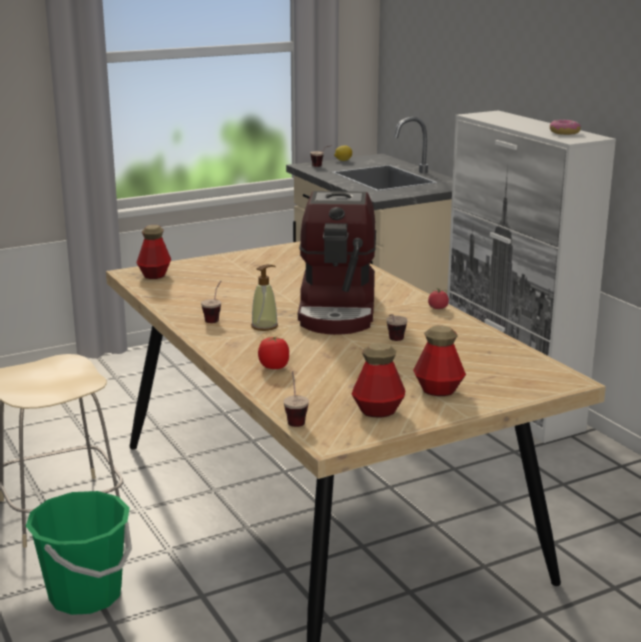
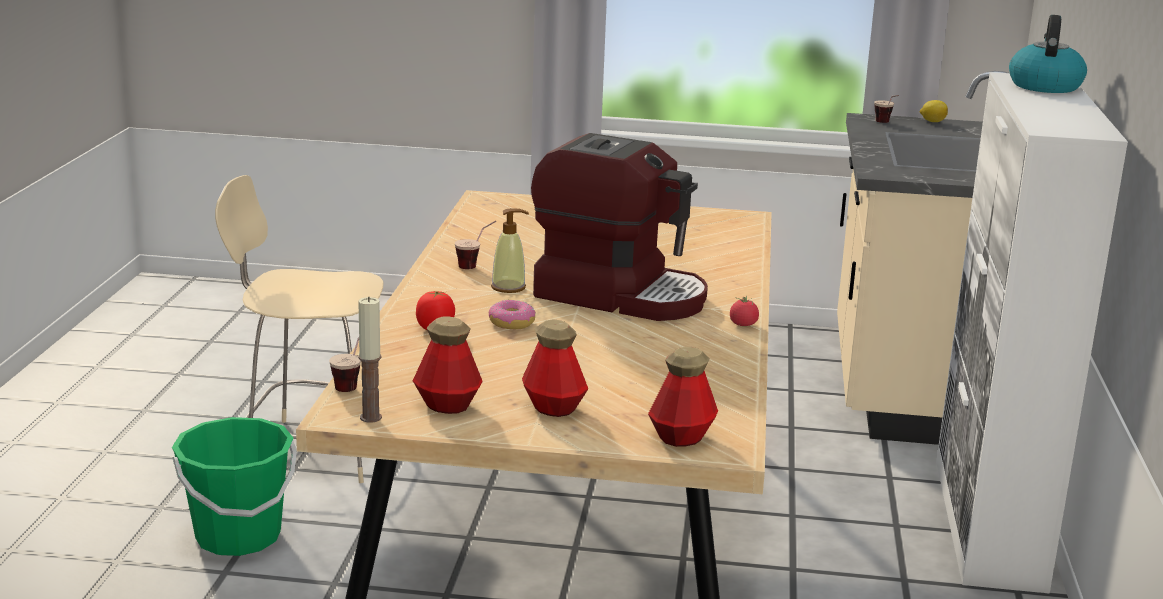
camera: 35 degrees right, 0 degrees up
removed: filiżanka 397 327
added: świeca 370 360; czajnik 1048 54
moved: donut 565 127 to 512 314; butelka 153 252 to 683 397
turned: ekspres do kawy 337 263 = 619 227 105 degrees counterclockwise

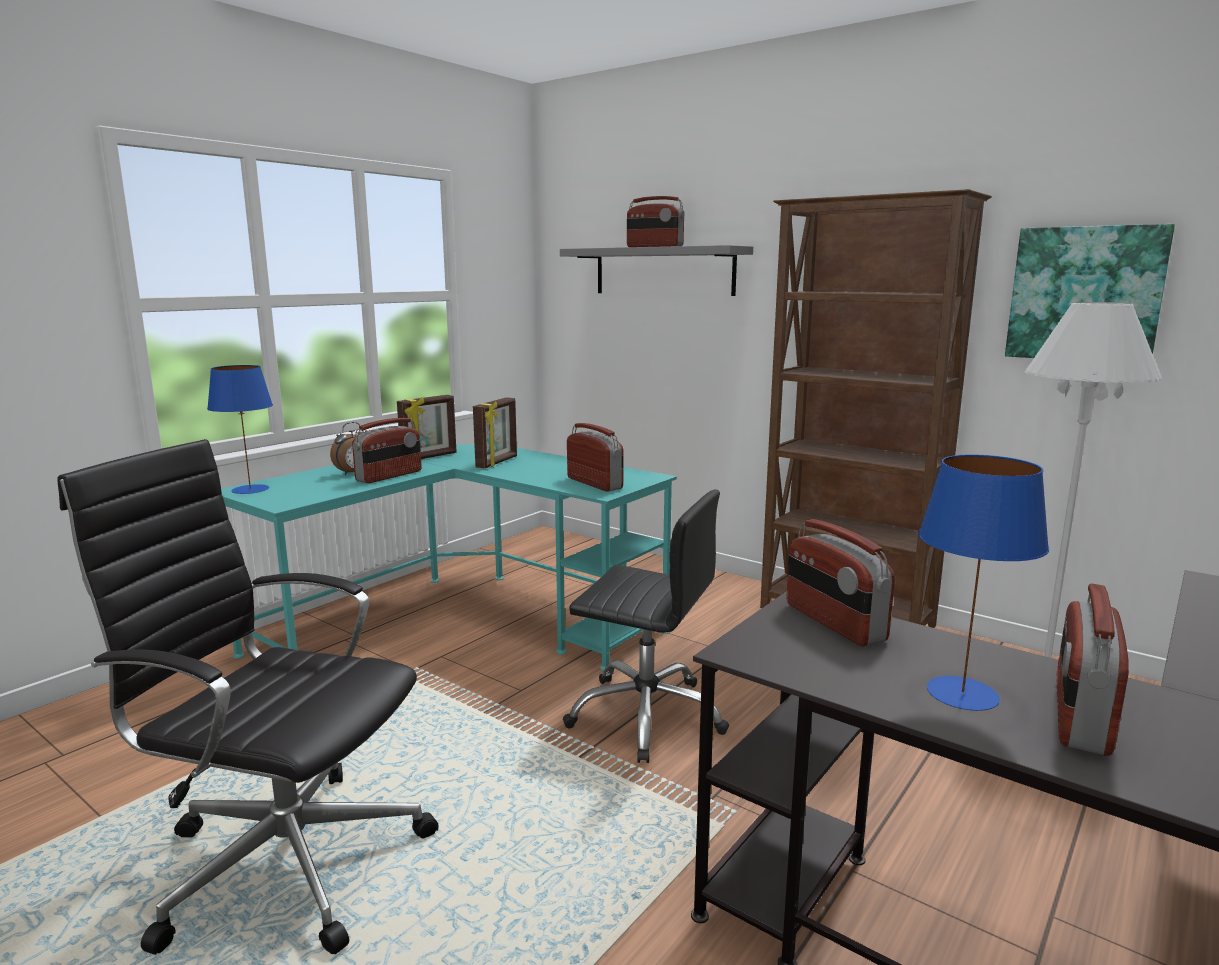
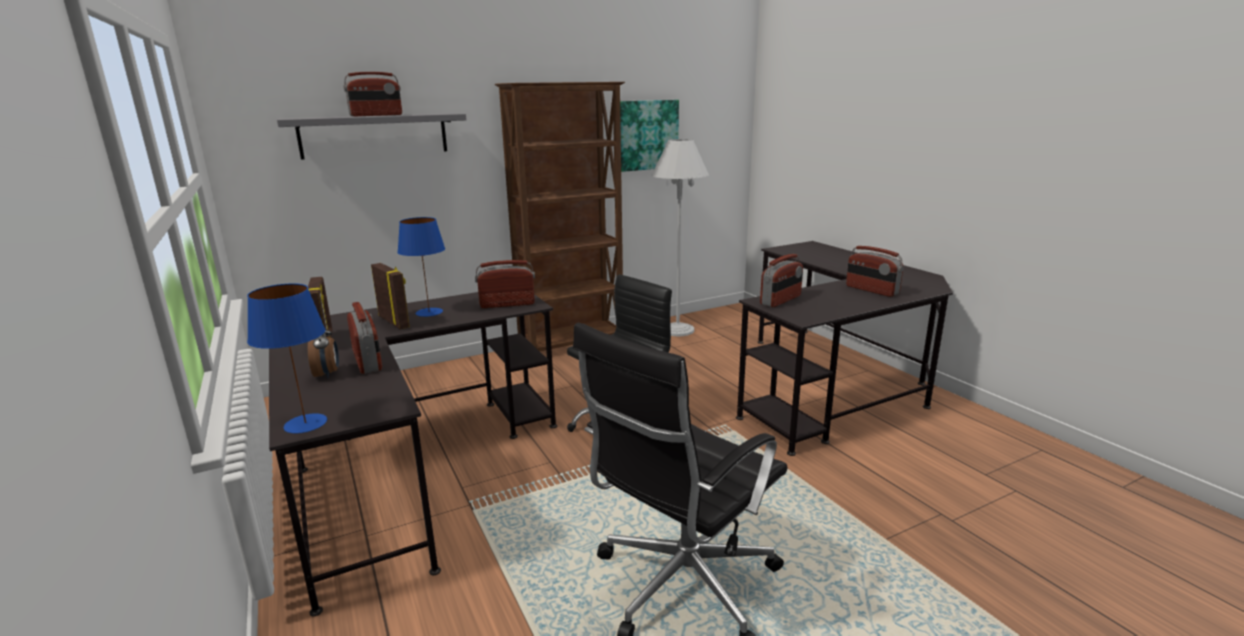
camera: 65 degrees left, 5 degrees up
moved: lampa stołowa [niebieski] 983 583 to 421 267
recoloured: biurko [turkusowy] 449 557 to biurko [czarny] 413 454
turned: radio 840 582 = 781 280 45 degrees counterclockwise

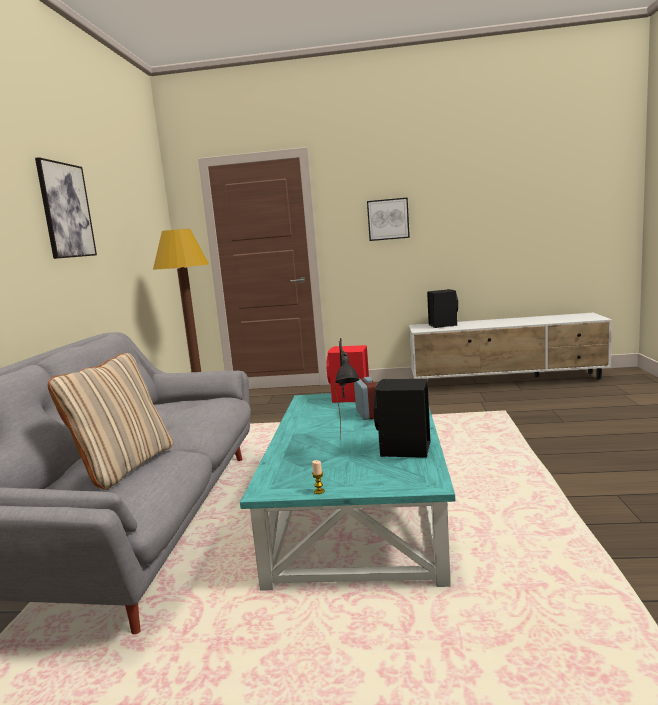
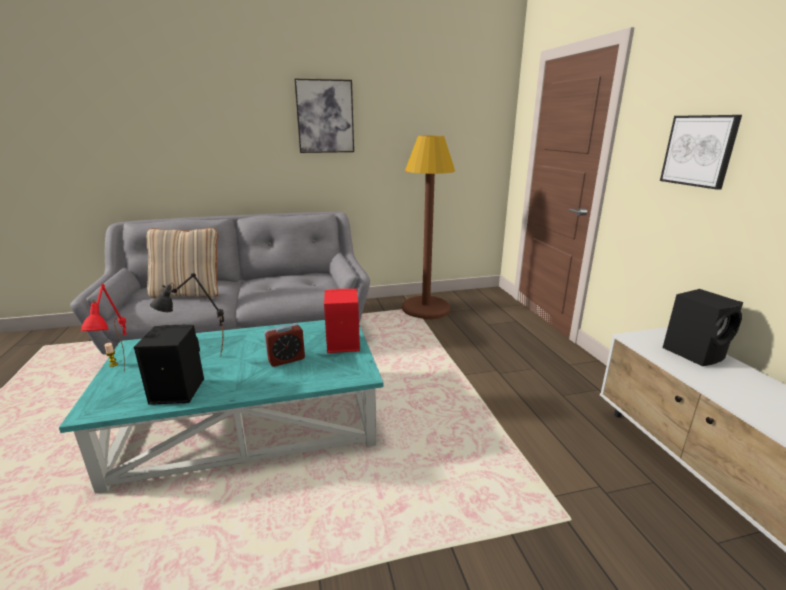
camera: 70 degrees right, 10 degrees up
added: lampa stołowa [czerwony] 104 328

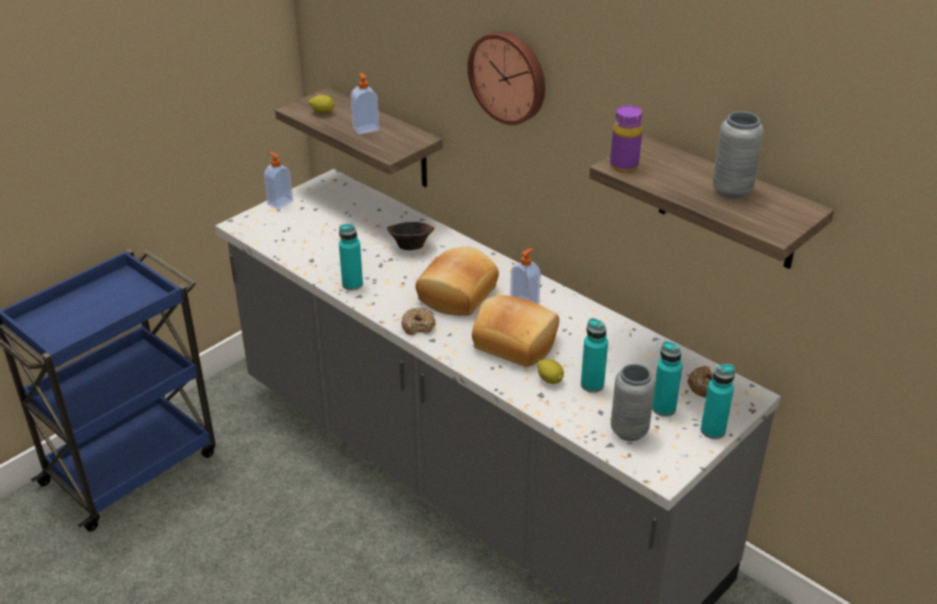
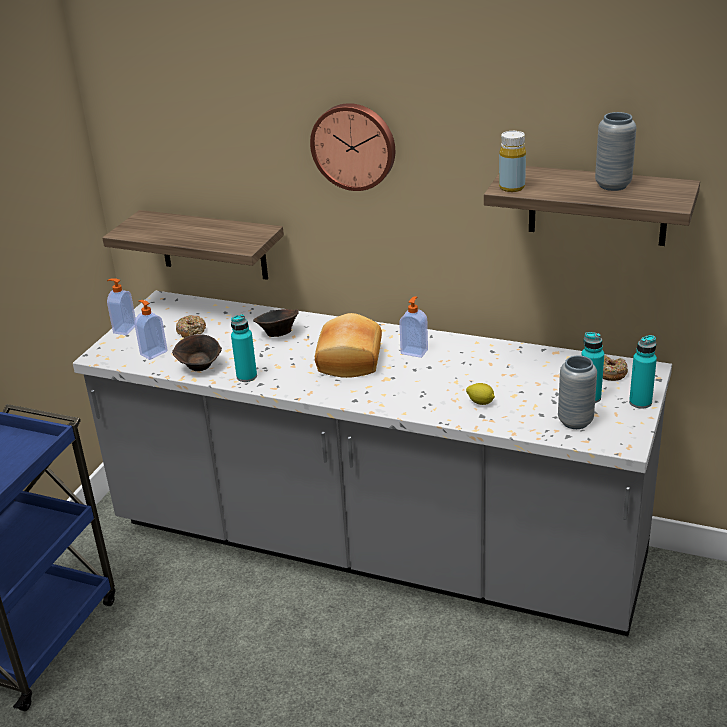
camera: 20 degrees left, 5 degrees down
removed: cytryna 322 104; chleb 515 331; butelka [turkusowy] 594 355
added: miska [brązowy] 197 352
moved: dozownik mydła 365 104 to 151 330; donut 418 321 to 191 326
recoloured: butelka [fioletowy] 626 139 to butelka [żółty] 512 161

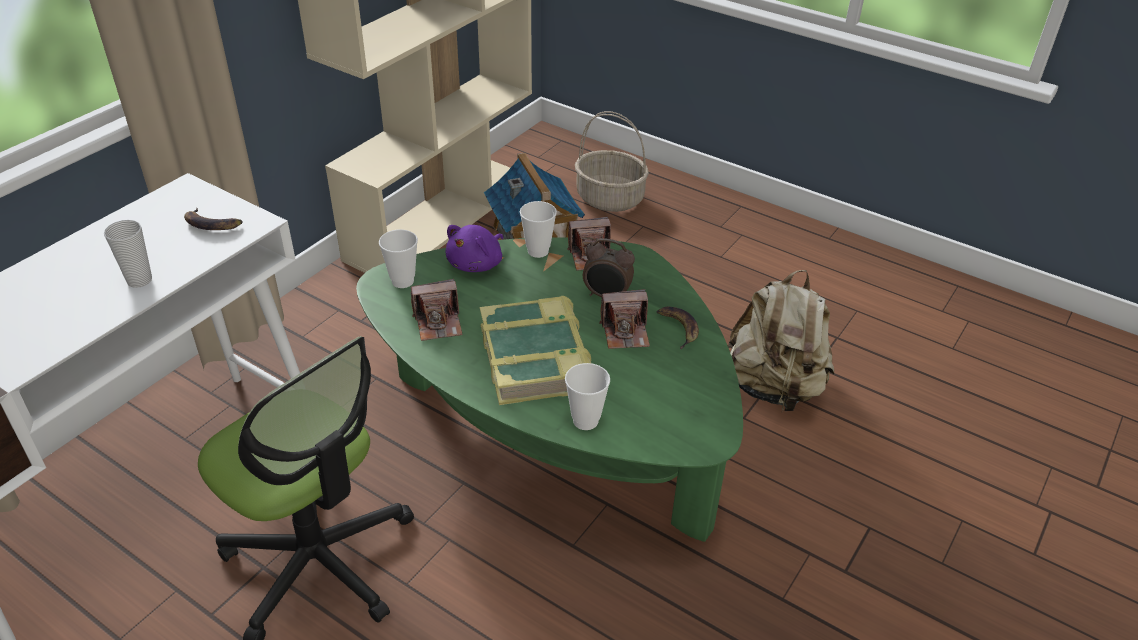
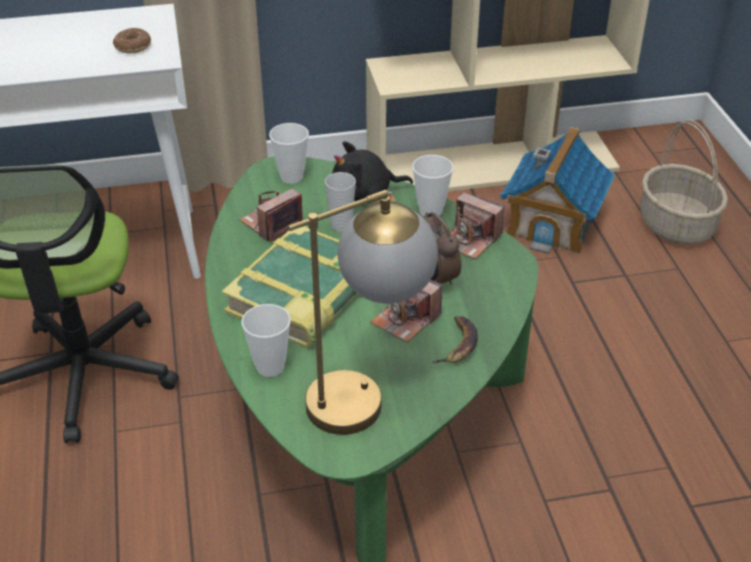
camera: 45 degrees right, 0 degrees up
removed: plecak [beżowy] 781 340
added: lampa stołowa 363 312
moved: filiżanka 128 254 to 340 202
replaced: banan 213 219 to donut 132 40
recoloured: pluszak [fioletowy] 474 248 to pluszak [czarny] 372 171
turned: aparat fotograficzny 436 310 = 271 215 105 degrees clockwise

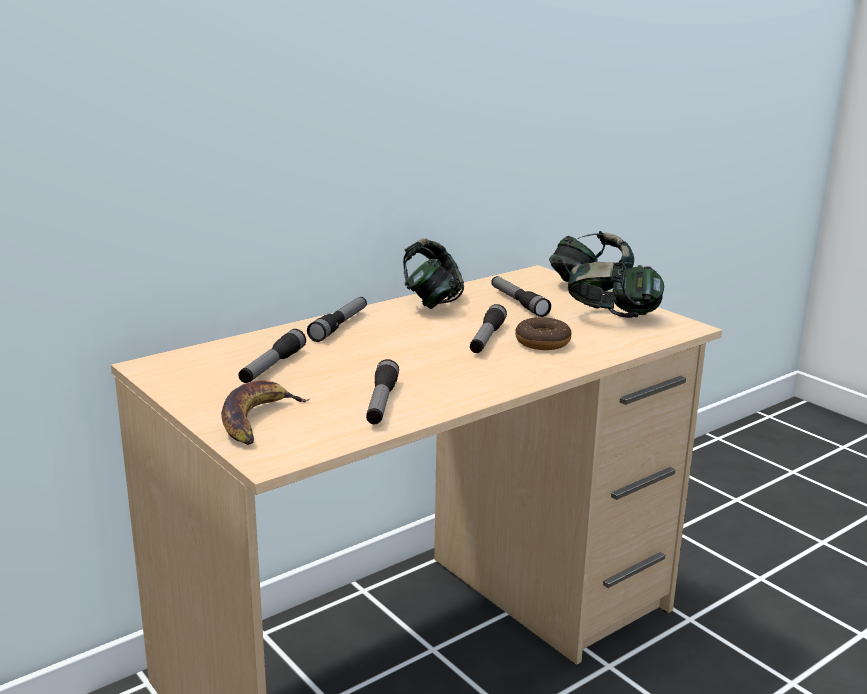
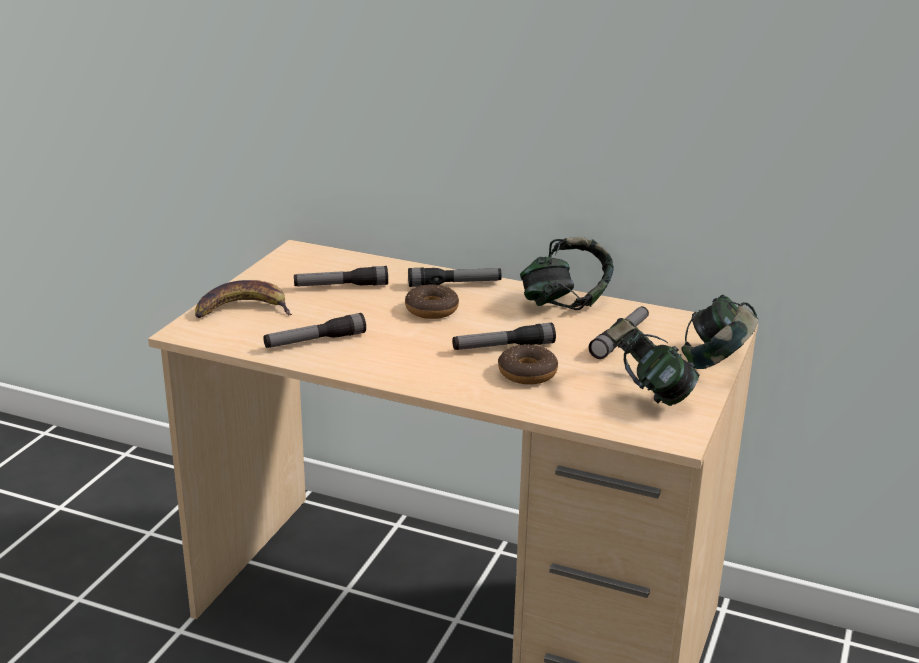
camera: 60 degrees right, 5 degrees up
added: donut 432 301

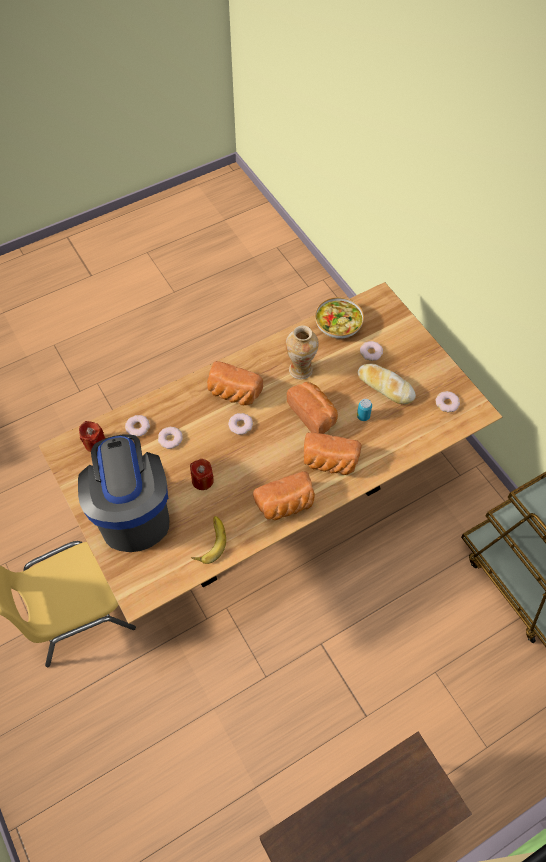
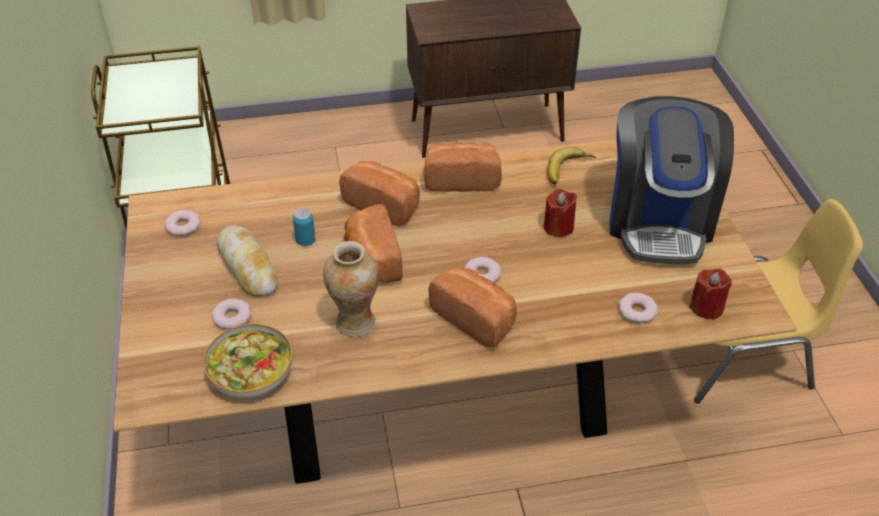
camera: 160 degrees left, 15 degrees down
removed: donut 170 438

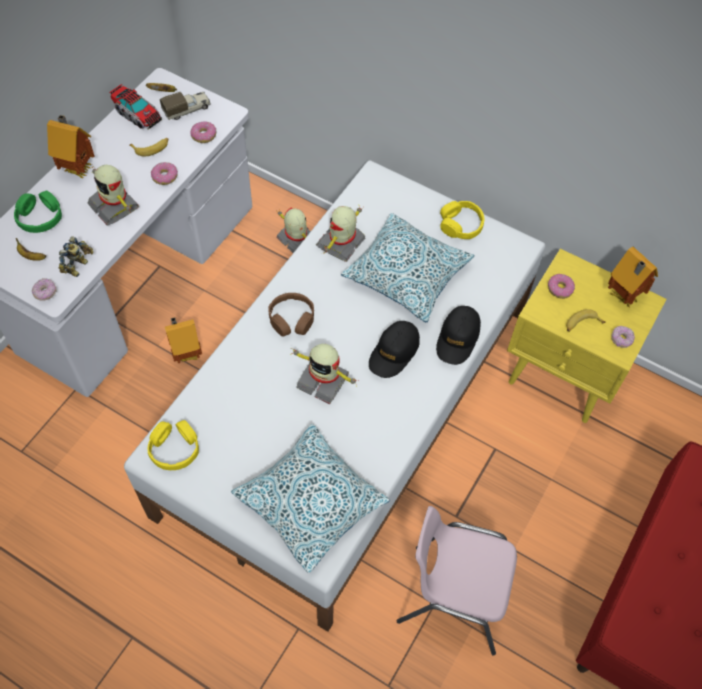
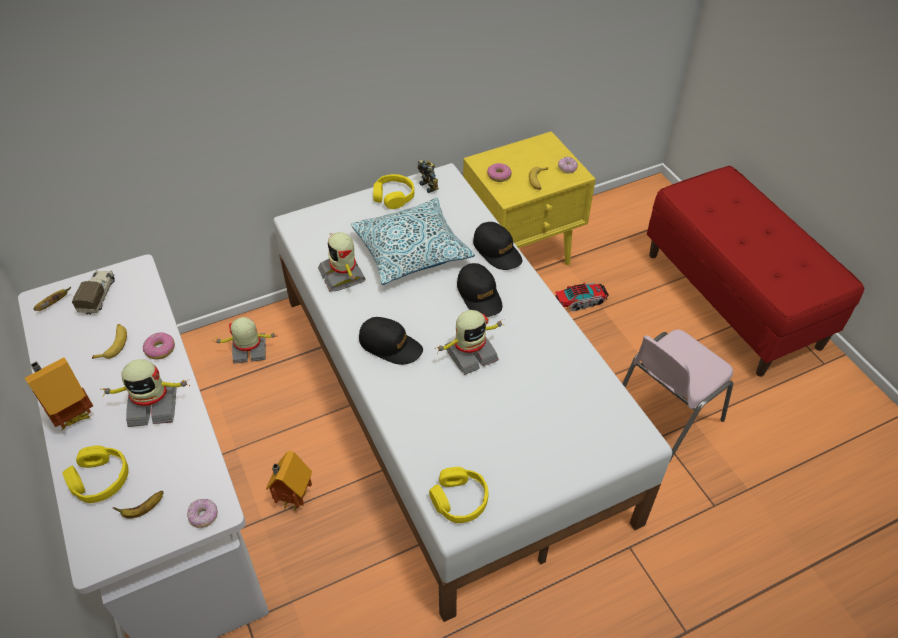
camera: 55 degrees left, 10 degrees down
removed: donut 203 132; poduszka 310 498; domek 633 277
moved: robot zabawkowy 76 256 to 428 176; ciężarówka zabawkowa 135 107 to 582 296
replaced: słuchawki [brązowy] 291 315 to czapka z daszkiem [czarny] 391 341
recoloured: słuchawki [zielony] 38 212 to słuchawki [żółty] 95 474

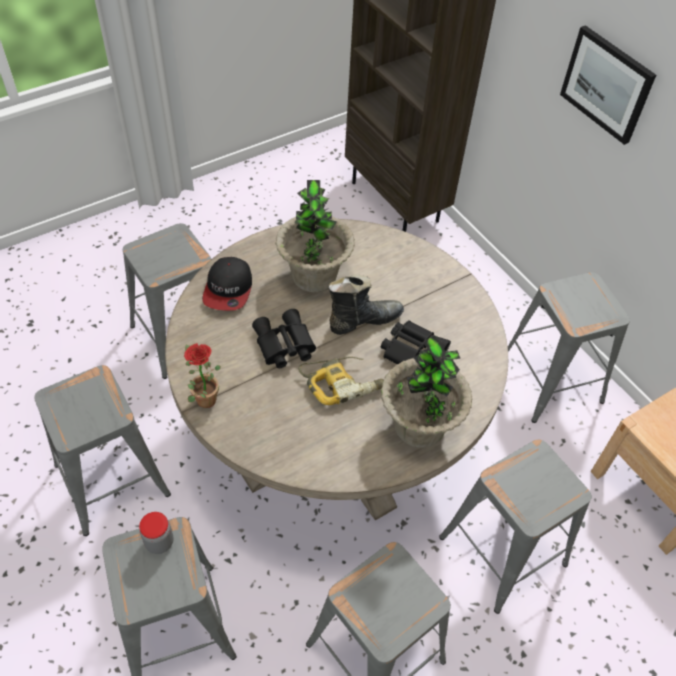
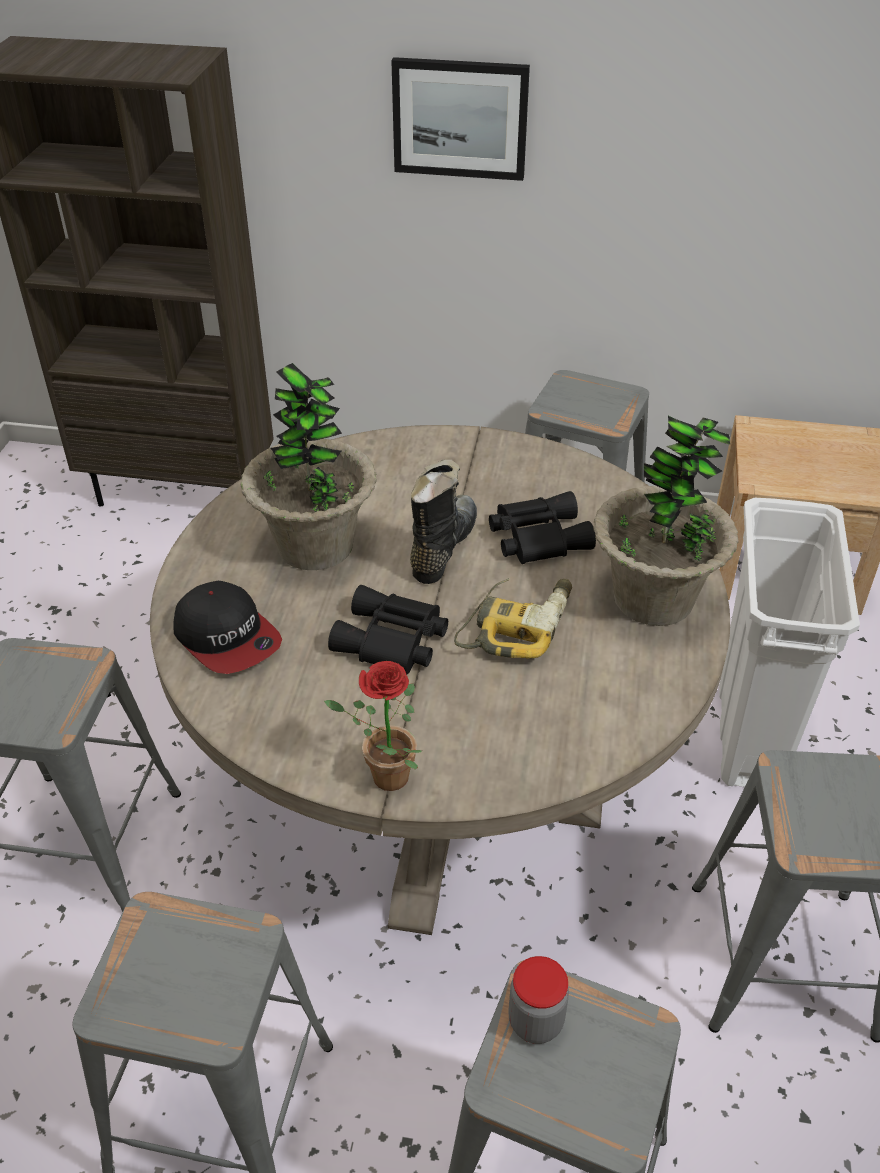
camera: 45 degrees left, 10 degrees down
replaced: stołek [szary] 515 527 to kosz na śmieci [biały] 789 642

